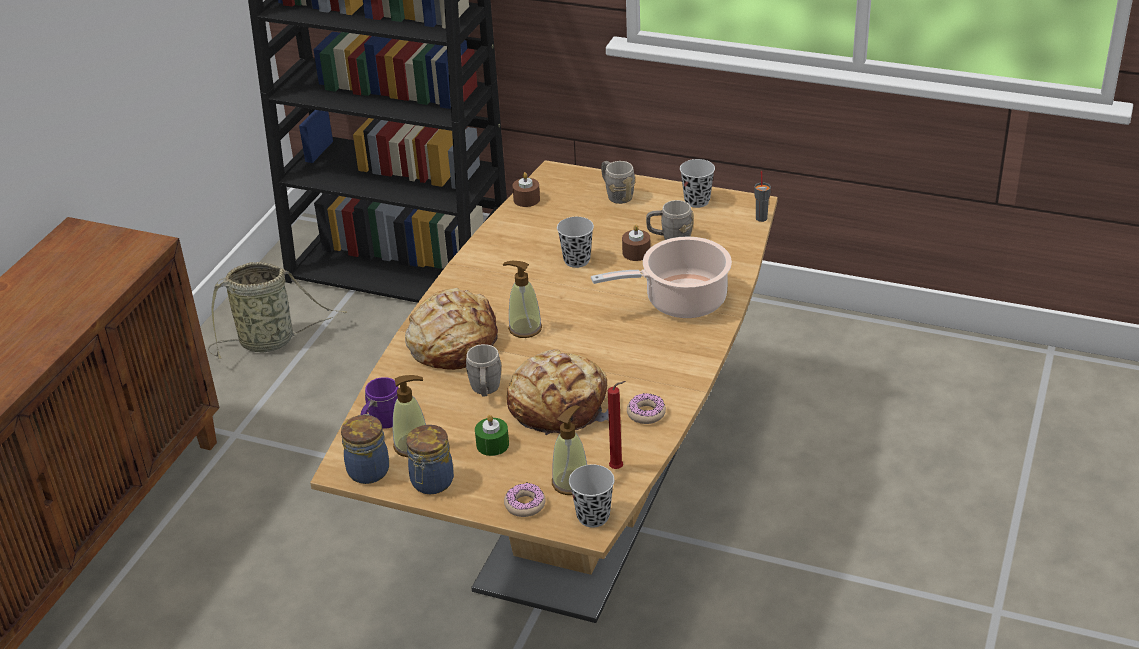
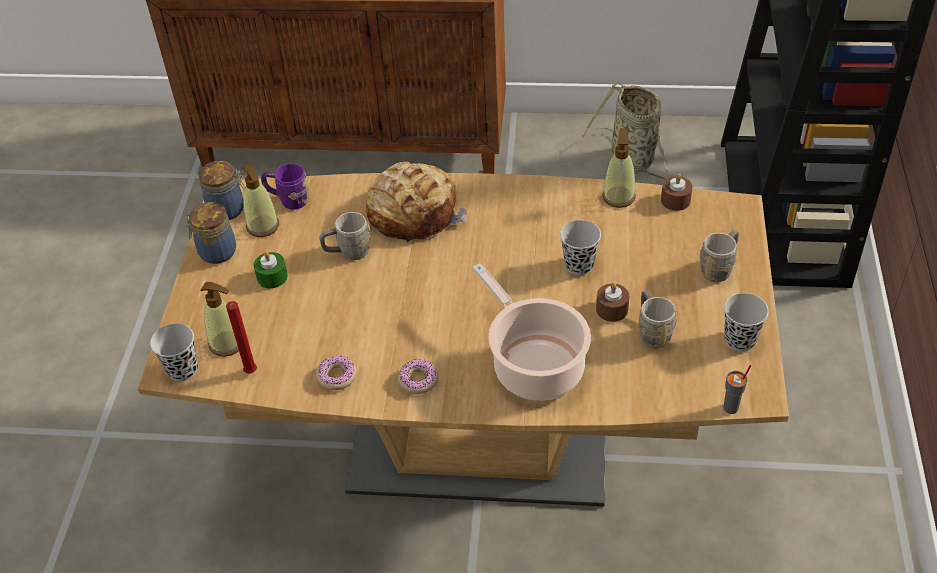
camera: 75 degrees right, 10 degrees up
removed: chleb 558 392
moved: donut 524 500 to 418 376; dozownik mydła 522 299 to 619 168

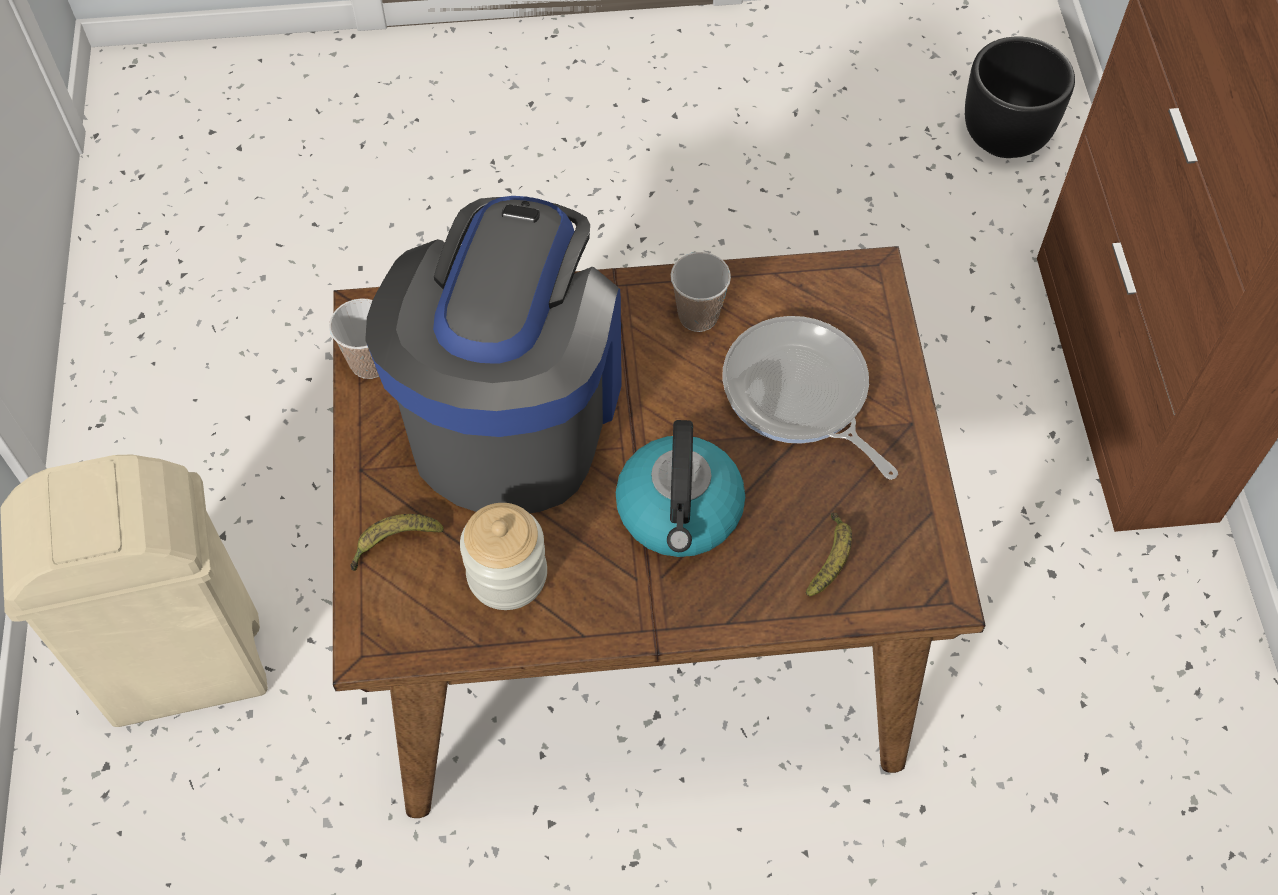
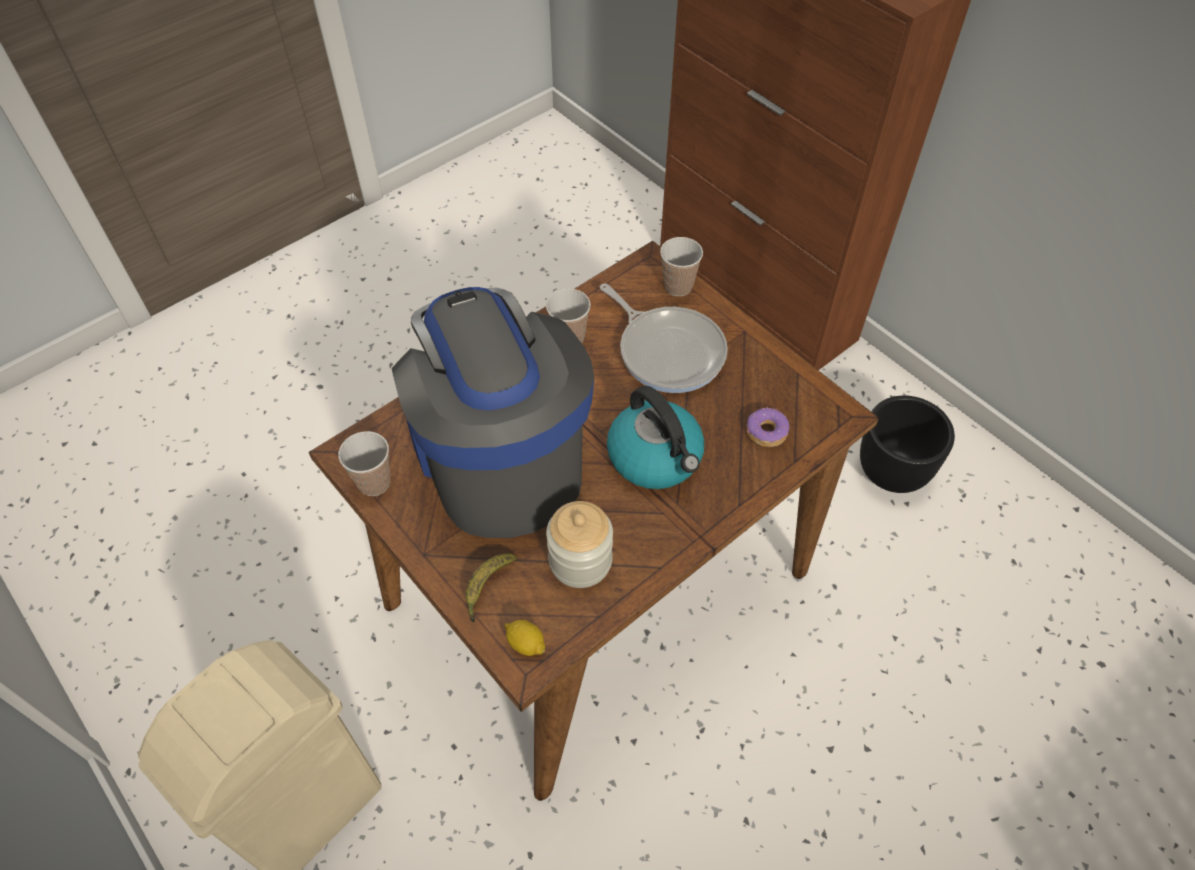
camera: 35 degrees left, 5 degrees down
added: cytryna 525 638; filiżanka 681 266
moved: donica [czarny] 1020 97 to 907 444
replaced: banan 829 554 to donut 768 427
turned: patelnia 810 398 = 664 338 150 degrees counterclockwise

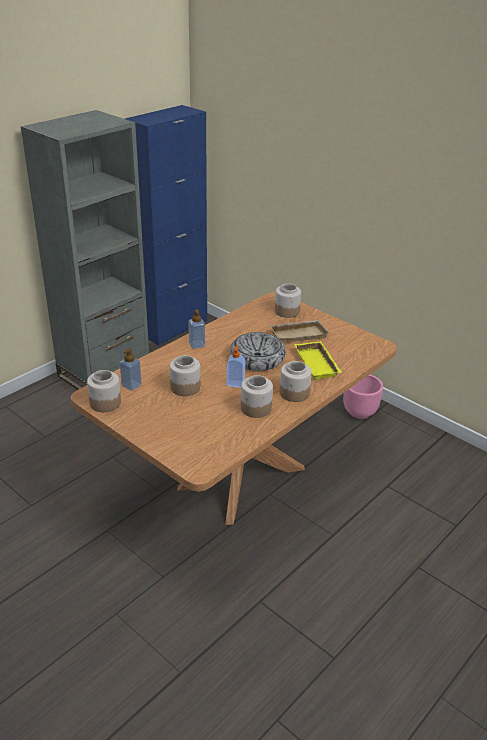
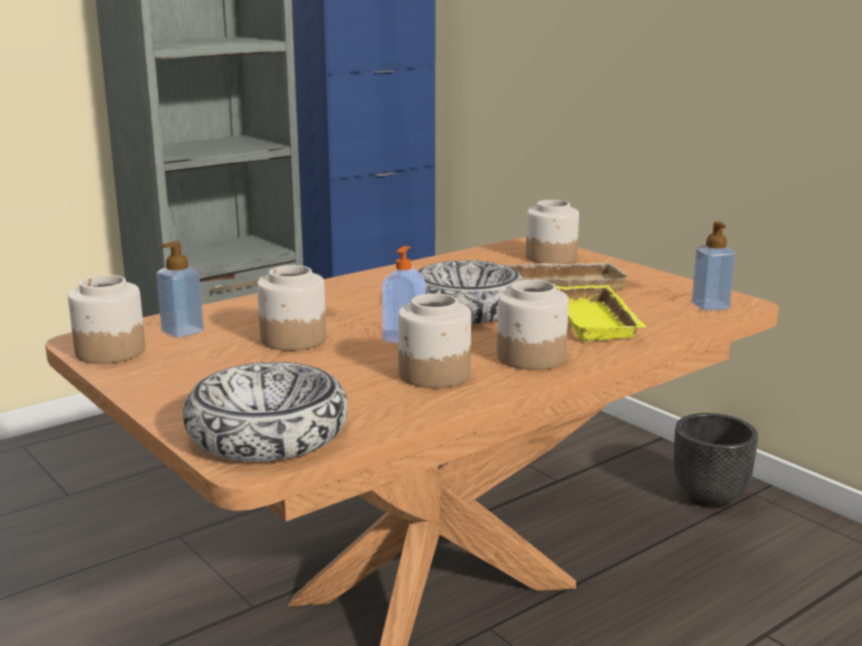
camera: 10 degrees right, 15 degrees down
added: miska 265 412
moved: dozownik mydła 196 329 to 713 266
recoloured: donica [różowy] 363 397 to donica [czarny] 715 460

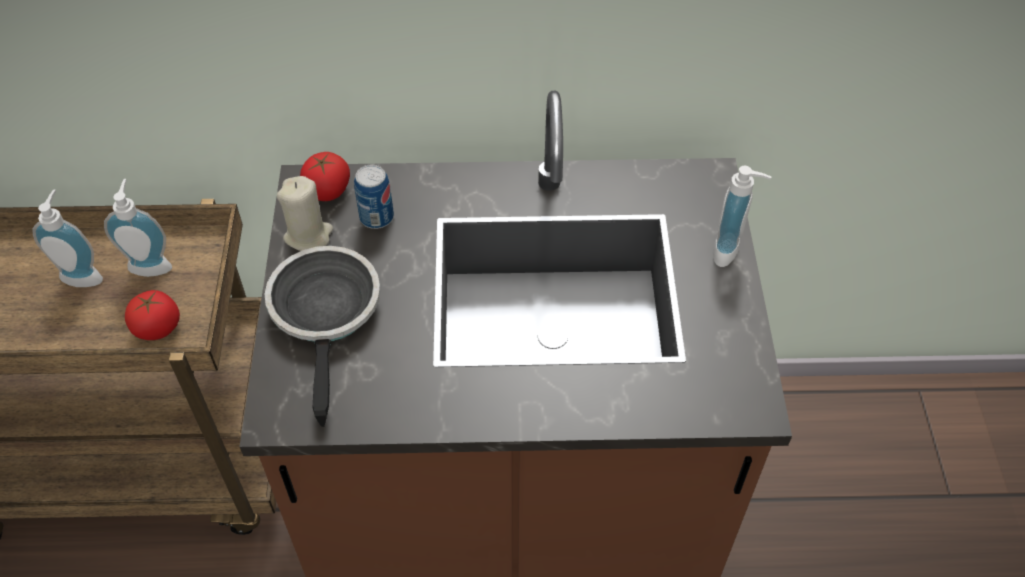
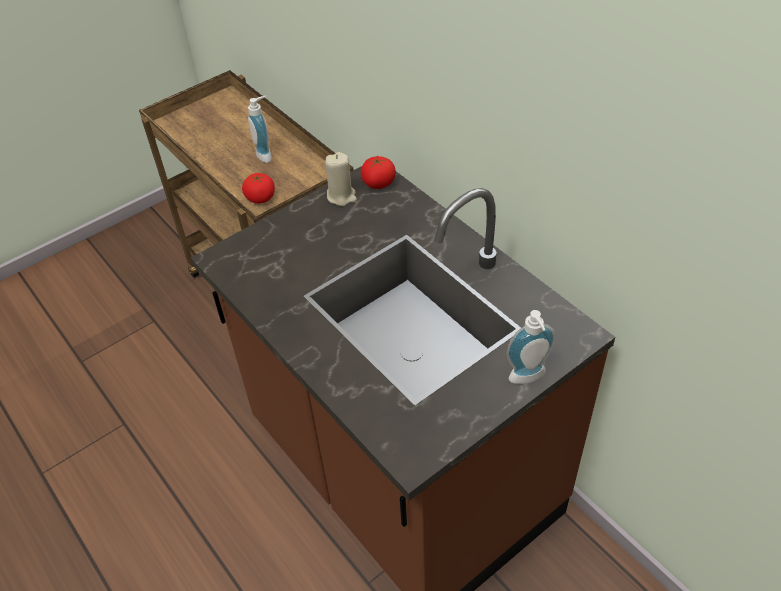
camera: 55 degrees right, 5 degrees down
removed: dozownik mydła 138 228; patelnia 322 336; puszka 374 197

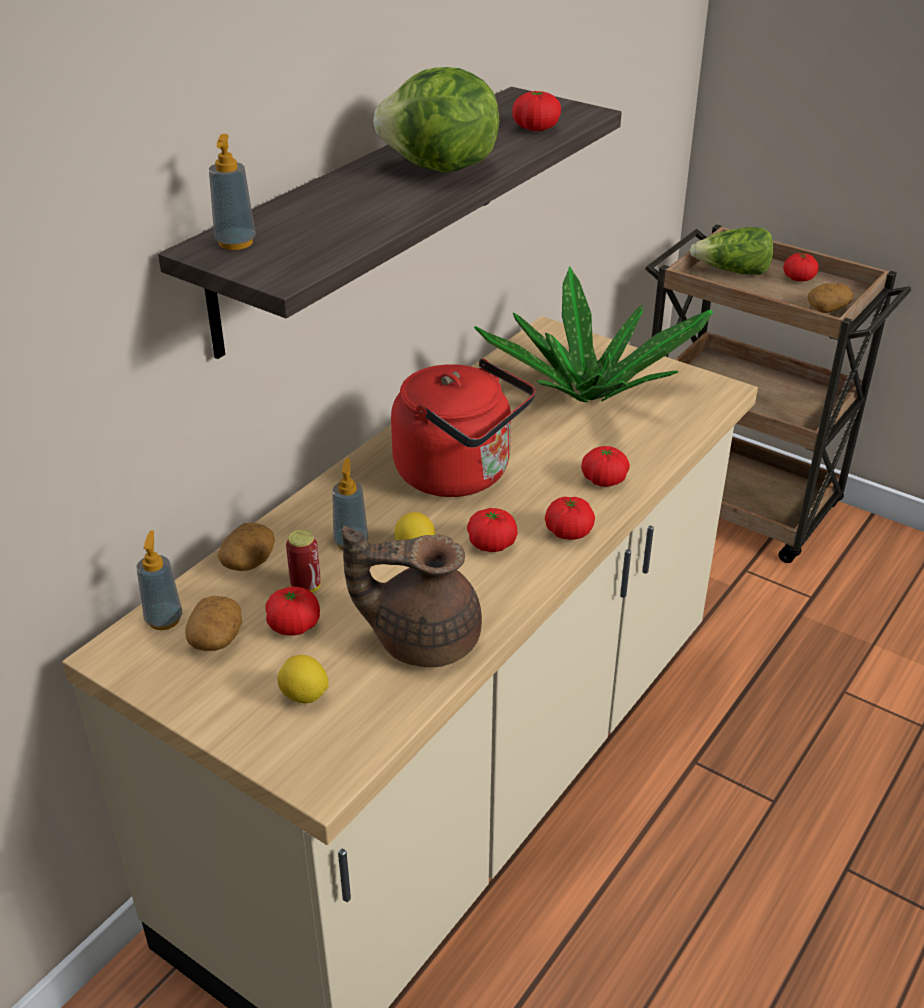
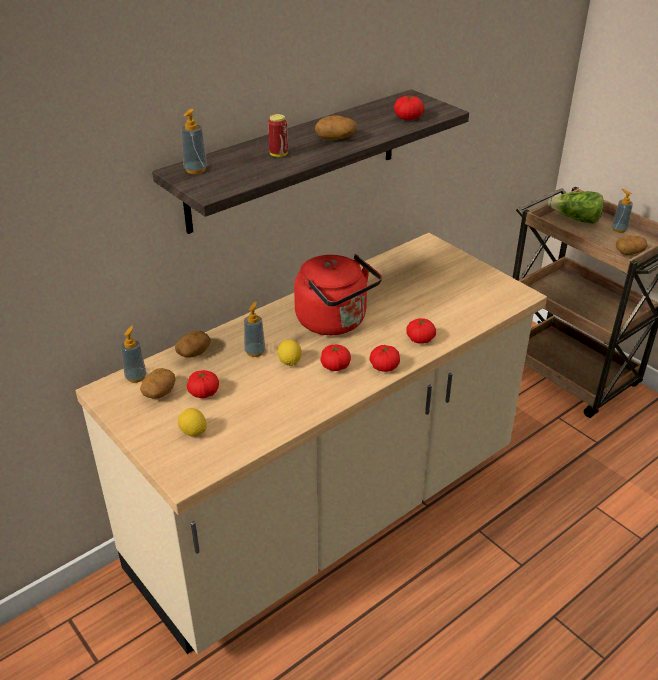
camera: 15 degrees right, 0 degrees up
removed: imbryk [brązowy] 412 596; roślina doniczkowa 593 335
moved: puszka 303 561 to 278 135
replaced: sałata 436 120 to ziemniak 336 127; pomidor 801 267 to dozownik mydła 622 211

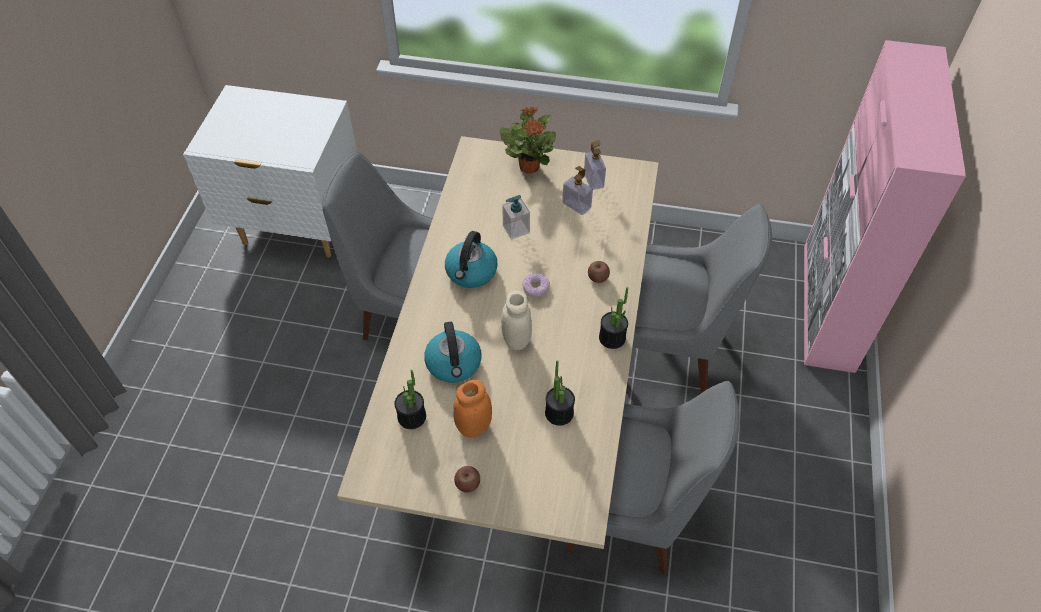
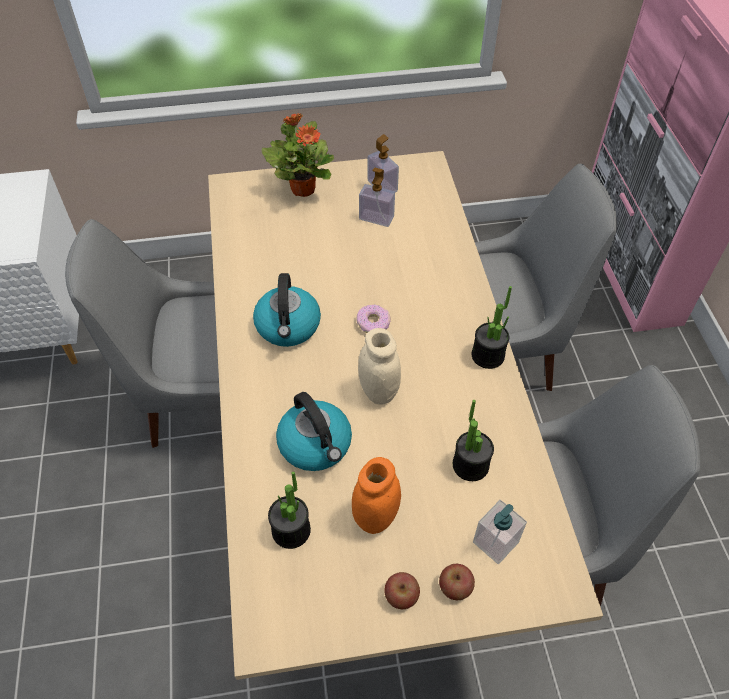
camera: 20 degrees left, 0 degrees up
moved: jabłko 599 272 to 457 582; dozownik mydła 516 217 to 500 532

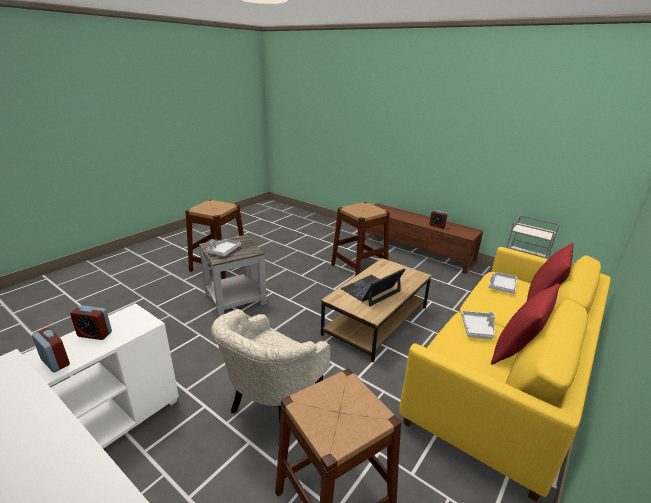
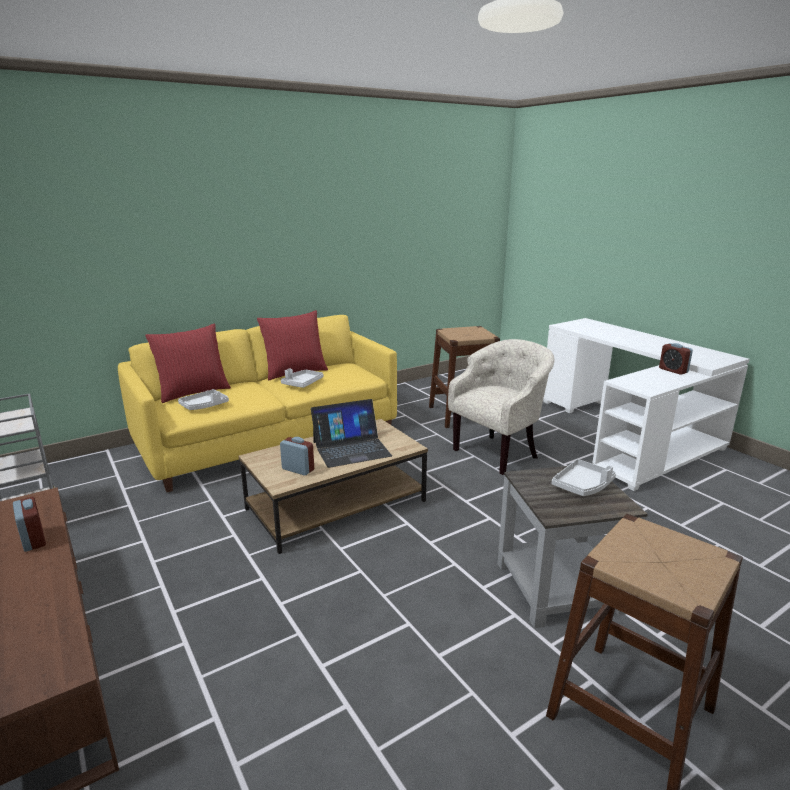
camera: 160 degrees left, 5 degrees down
removed: stołek [brązowy] 360 239
moved: budzik 91 322 to 297 456

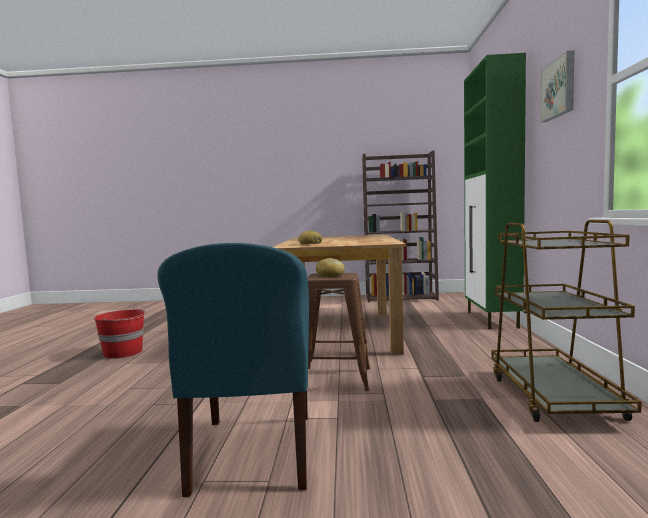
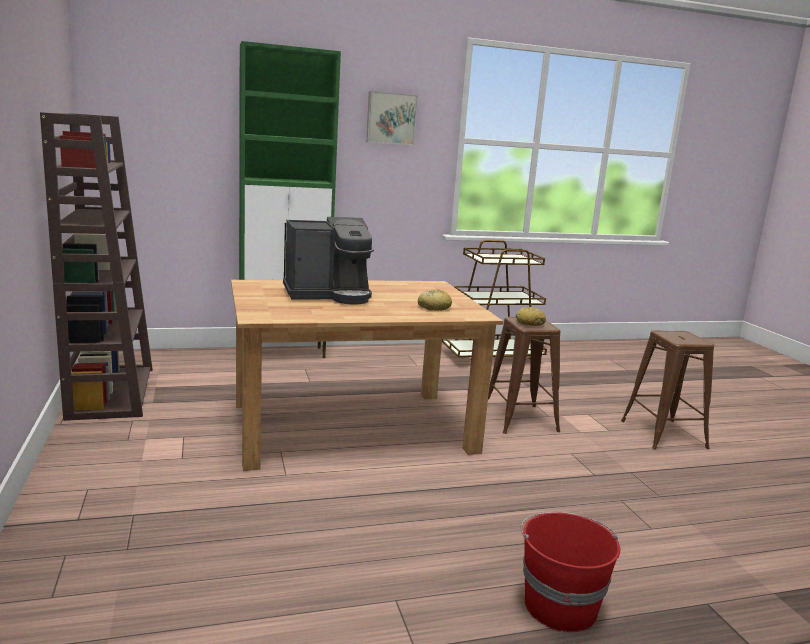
camera: 110 degrees left, 10 degrees up
added: ekspres do kawy 328 261
replaced: krzesło [niebieski] 233 370 to stołek [brązowy] 667 390

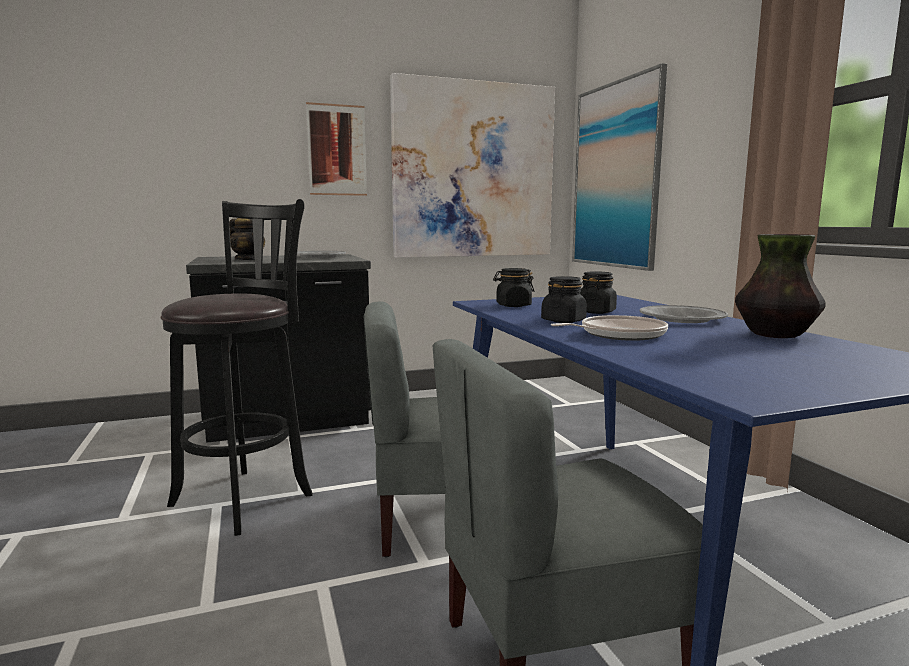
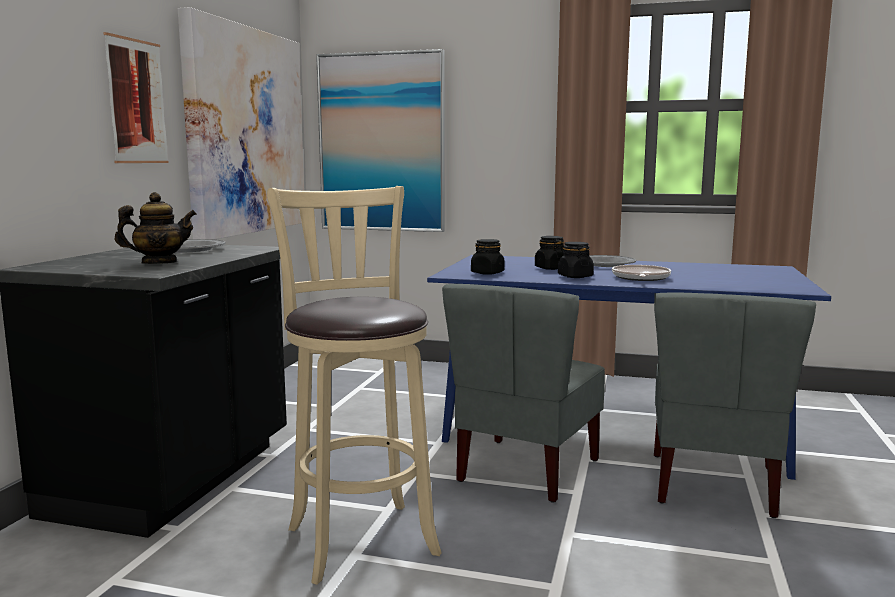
camera: 55 degrees left, 0 degrees up
removed: wazon 780 286
recoloured: stołek [czarny] 237 367 to stołek [beżowy] 354 385

